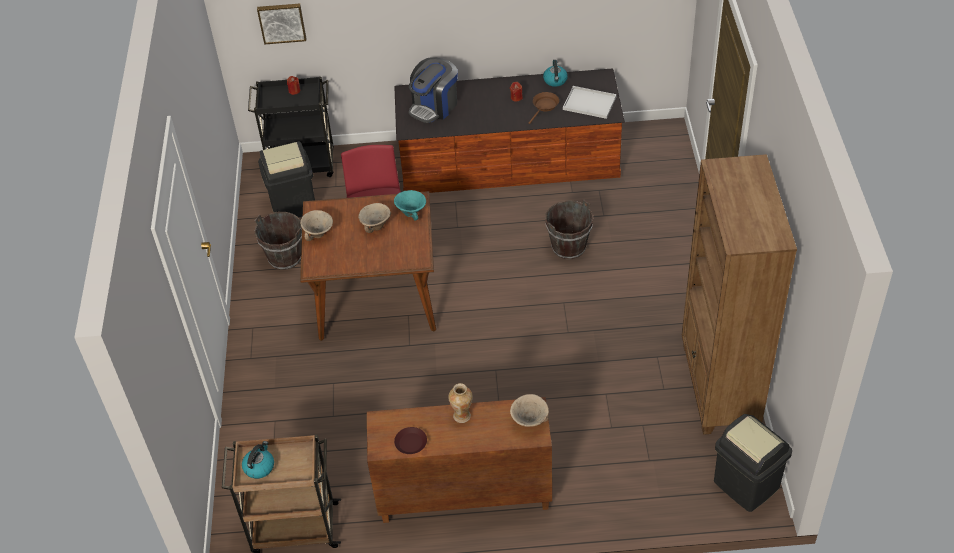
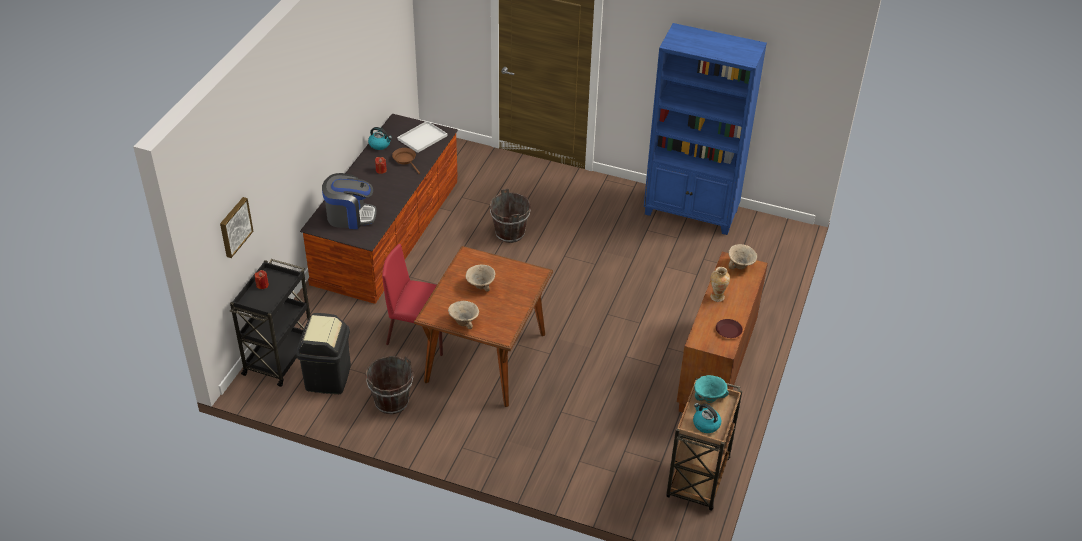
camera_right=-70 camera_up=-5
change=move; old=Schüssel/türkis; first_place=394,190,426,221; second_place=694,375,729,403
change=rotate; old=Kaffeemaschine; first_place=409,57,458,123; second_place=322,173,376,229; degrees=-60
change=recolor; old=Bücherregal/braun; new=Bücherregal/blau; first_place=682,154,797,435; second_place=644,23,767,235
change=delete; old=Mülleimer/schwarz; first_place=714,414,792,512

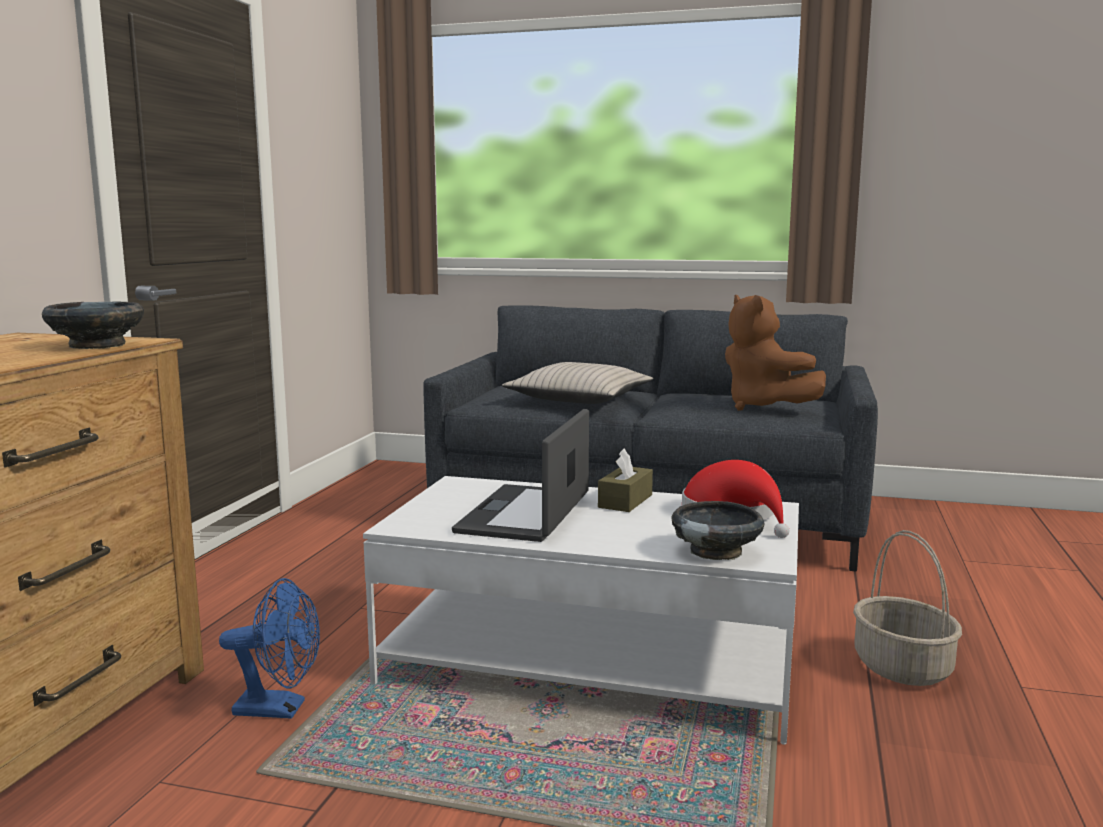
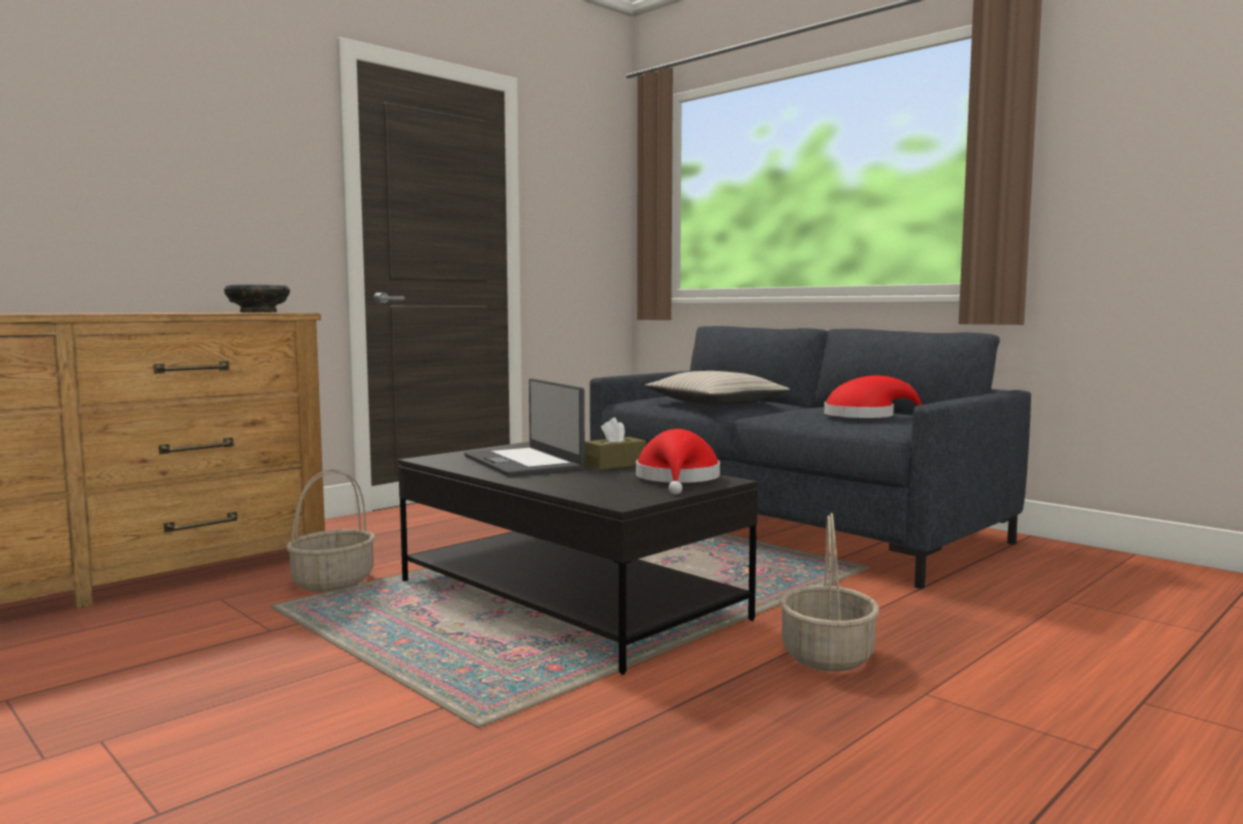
camera_right=30 camera_up=-5
change=replace; old=Ventilator/blau; new=Korb; first_place=219,578,320,719; second_place=286,469,375,592
change=recolor; old=Couchtisch/weiß; new=Couchtisch/schwarz; first_place=363,476,799,745; second_place=398,442,758,675
change=rotate; old=Laptop; first_place=452,409,589,542; second_place=464,378,585,477; degrees=-75
change=delete; old=Schüssel/schwarz; first_place=672,501,764,560
change=replace; old=Plüschtier/braun; new=Hut/rot; first_place=725,295,826,411; second_place=824,375,922,418

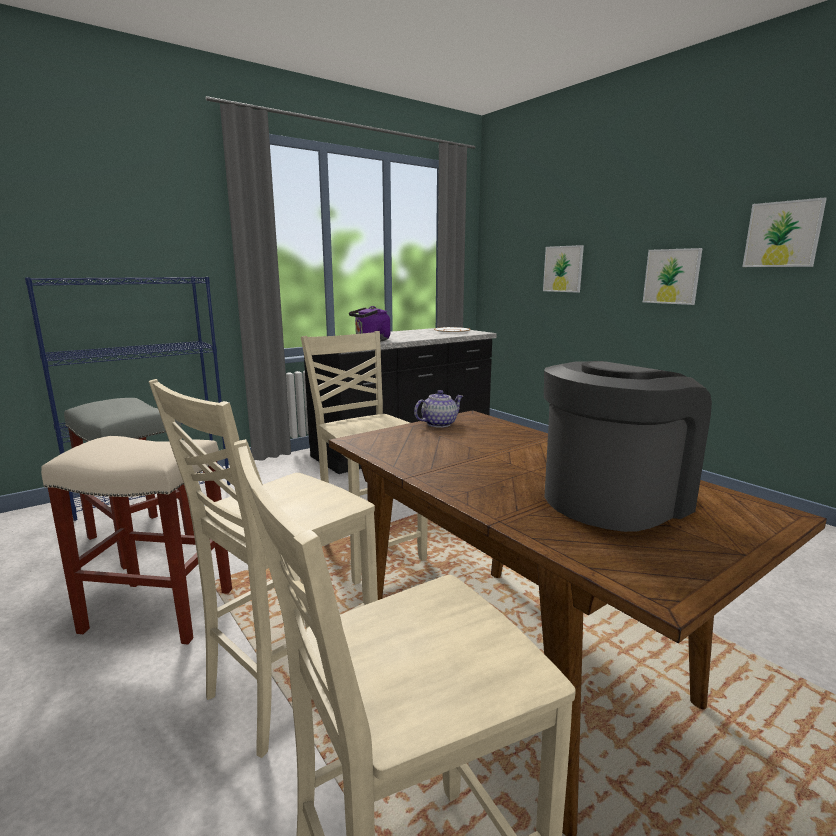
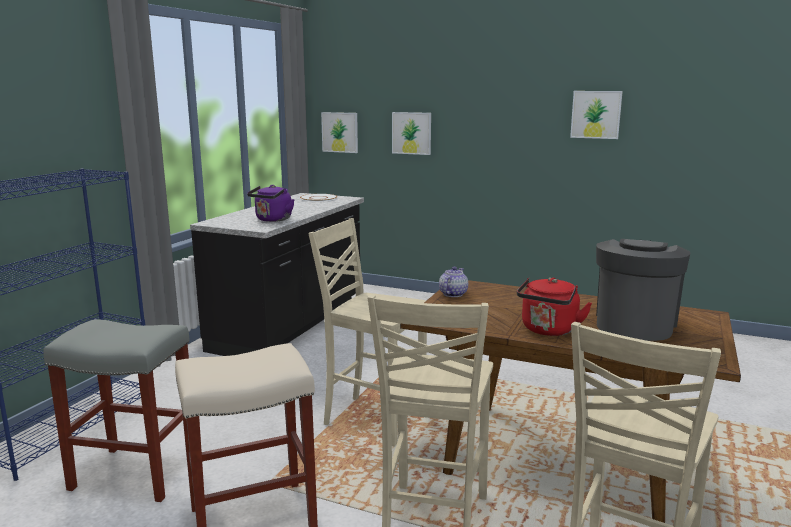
camera_right=-30 camera_up=0
change=move; old=Bild; first_place=643,248,702,305; second_place=321,112,358,153
change=insert; new=Wasserkessel/rot; second_place=517,277,592,336

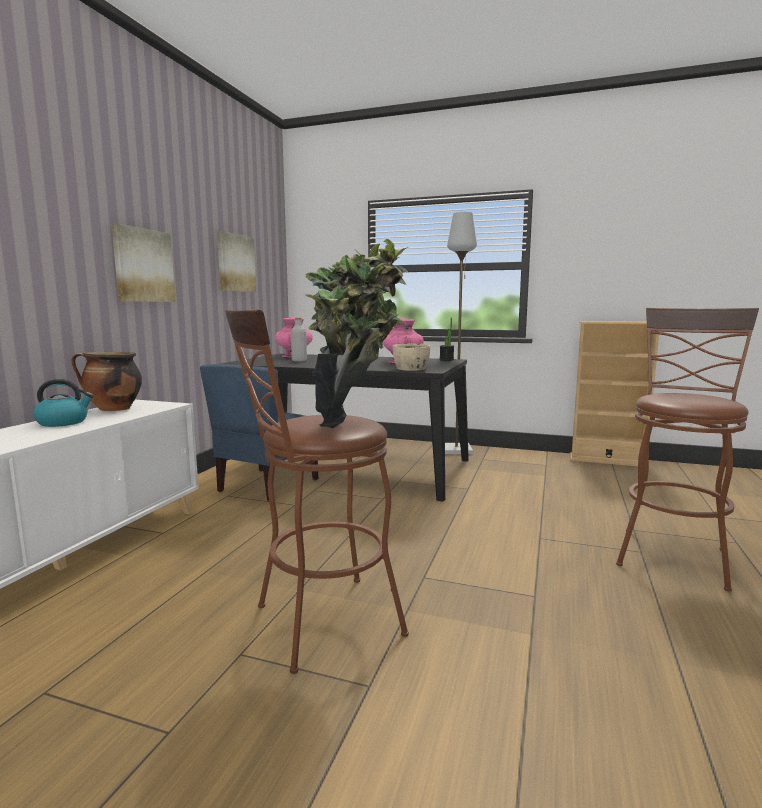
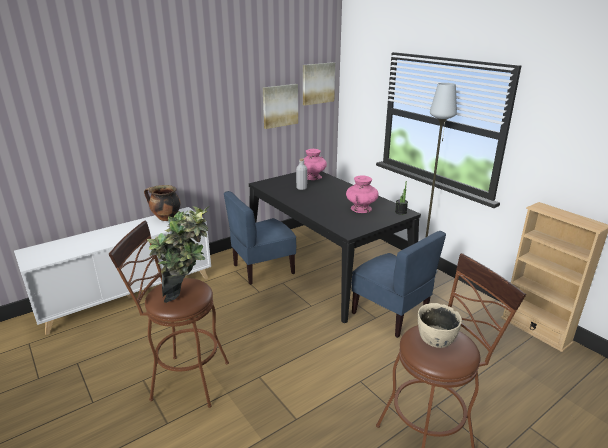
camera_right=35 camera_up=15
change=delete; old=Wasserkessel; first_place=33,379,94,427
change=move; old=Bild; first_place=111,223,175,302; second_place=303,62,335,106
change=move; old=Schüssel/beige; first_place=392,343,431,371; second_place=418,303,462,348
change=insert; new=Stuhl/blau; second_place=352,231,446,338

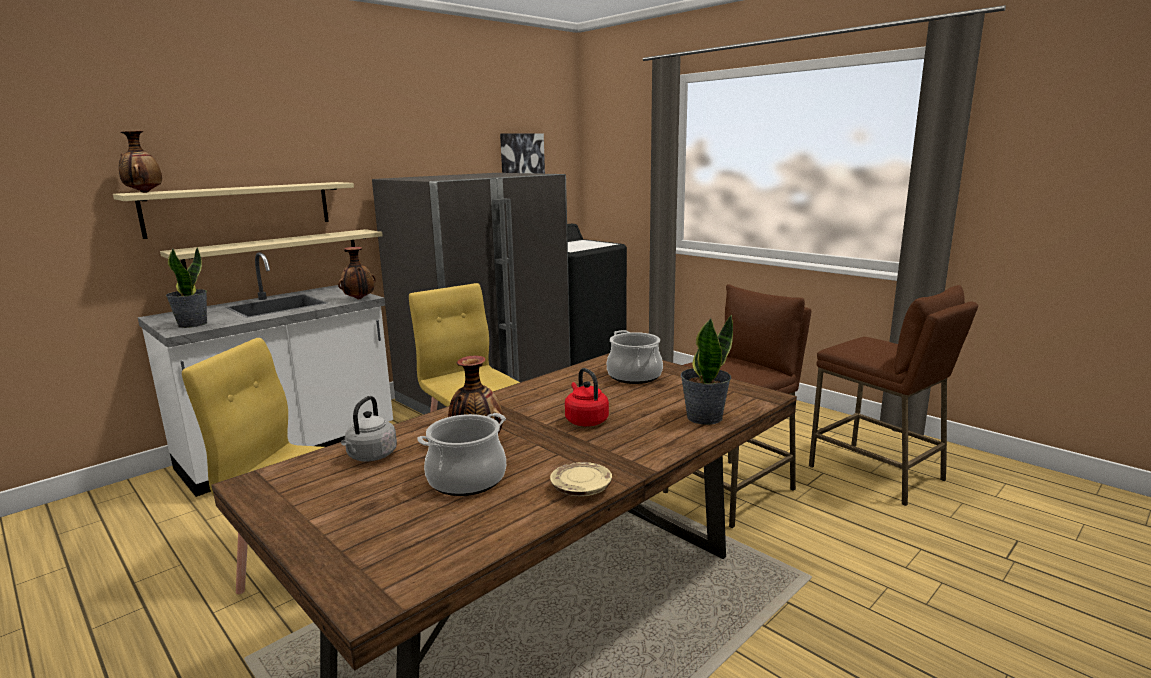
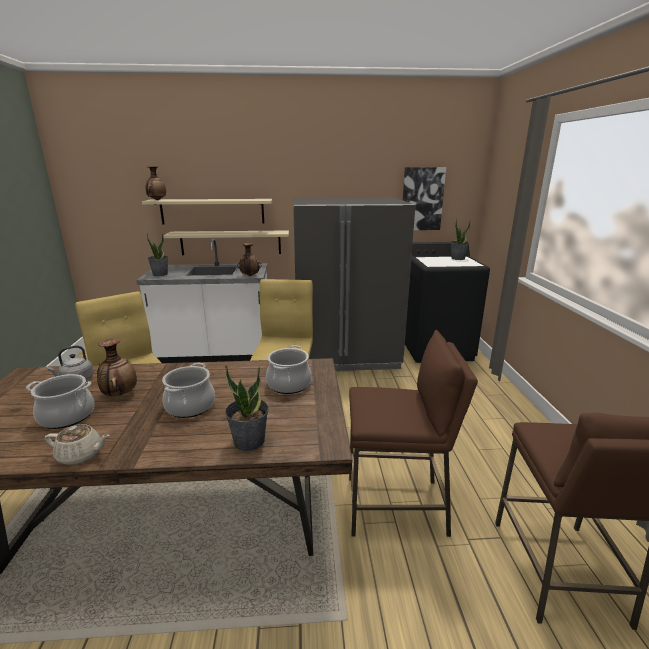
camera_right=40 camera_up=5
change=replace; old=Teller/beige; new=Teekanne/beige; first_place=550,462,612,496; second_place=45,424,110,465
change=replace; old=Wasserkessel/rot; new=Kochtopf; first_place=565,368,609,426; second_place=162,363,215,418
change=insert; new=Topfpflanze; second_place=451,219,471,260

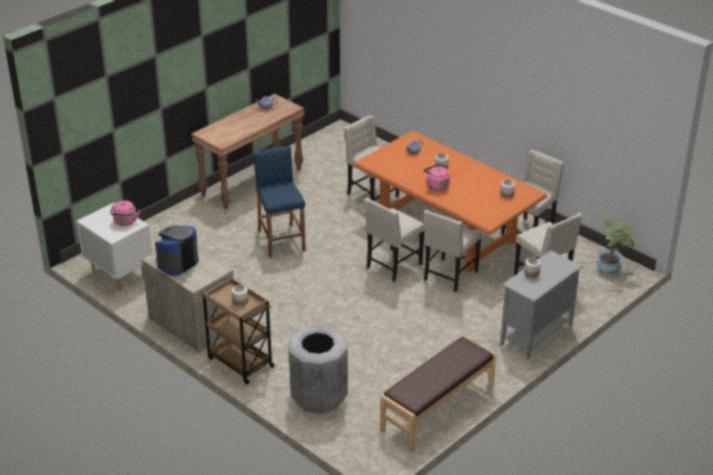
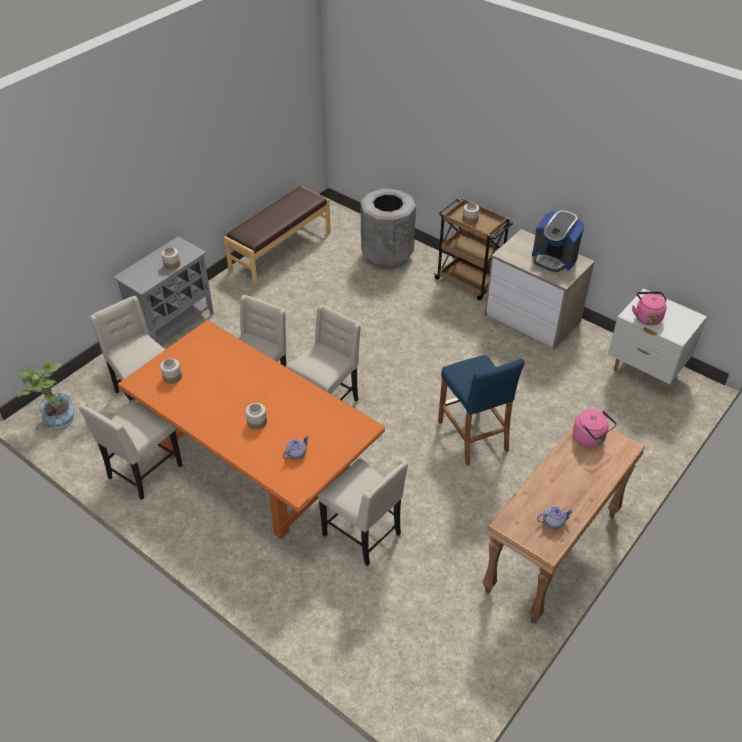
camera_right=175 camera_up=10
change=rotate; old=Kaffeemaschine; first_place=155,225,199,276; second_place=532,211,584,272; degrees=90
change=move; old=Wasserkessel/rosa; first_place=424,164,450,191; second_place=573,409,617,447

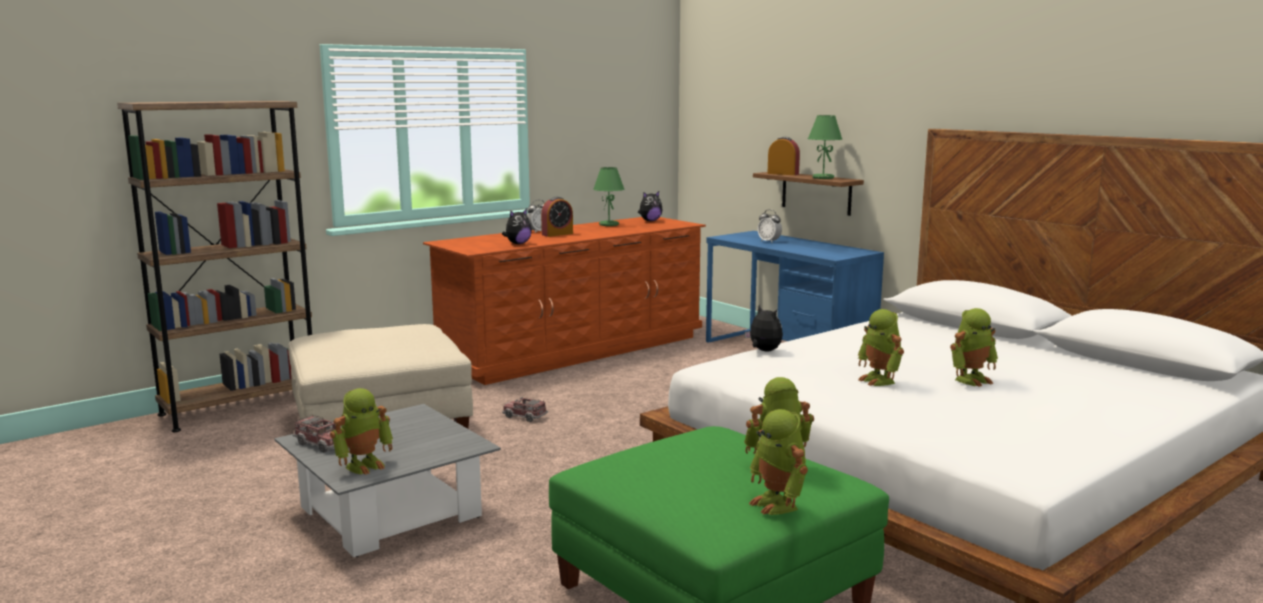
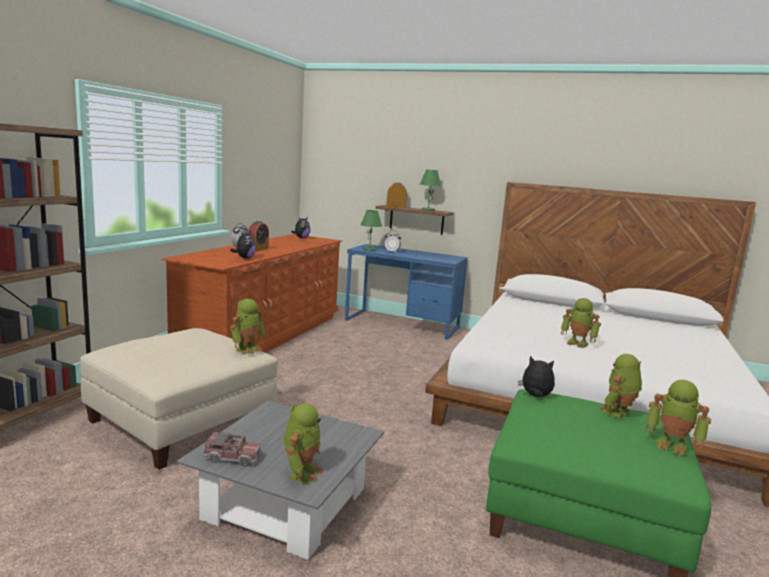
camera_right=-30 camera_up=0
change=delete; old=Spielzeuglaster; first_place=502,397,548,422
change=move; old=Tischlampe/grün; first_place=593,167,625,226; second_place=361,210,382,251
change=move; old=Plüschtier; first_place=745,305,783,352; second_place=518,356,555,397
change=move; old=Spielzeugroboter; first_place=950,308,998,387; second_place=230,299,265,354

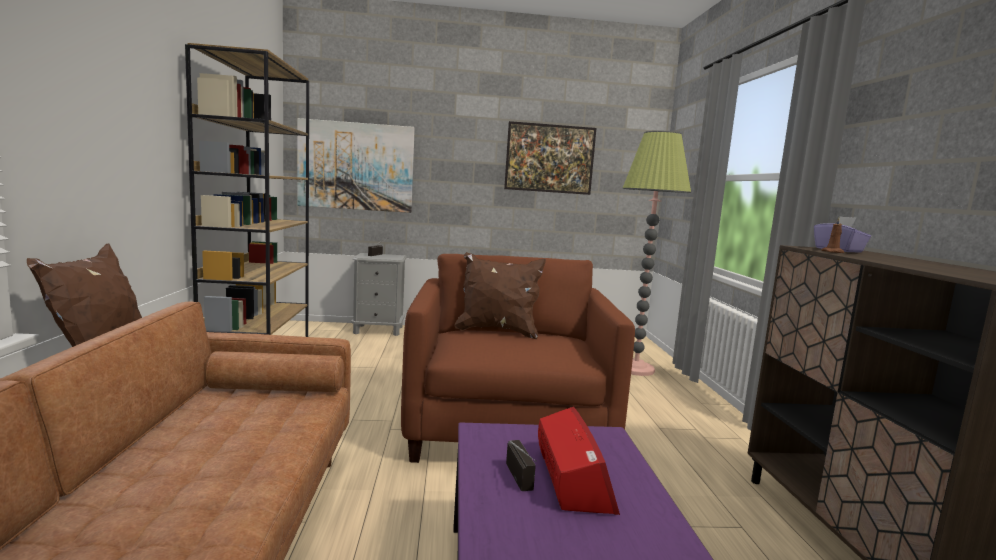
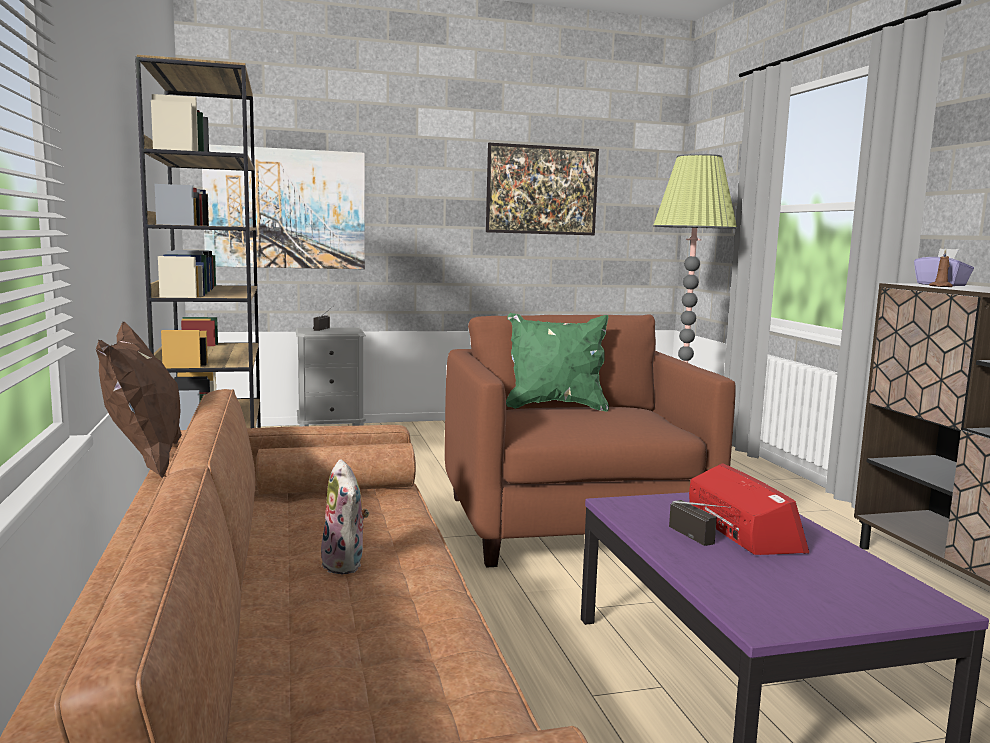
camera_right=-10 camera_up=0
change=recolor; old=Kissen/braun; new=Kissen/grün; first_place=455,252,546,339; second_place=506,313,609,411
change=insert; new=Plüschtier; second_place=321,459,369,574

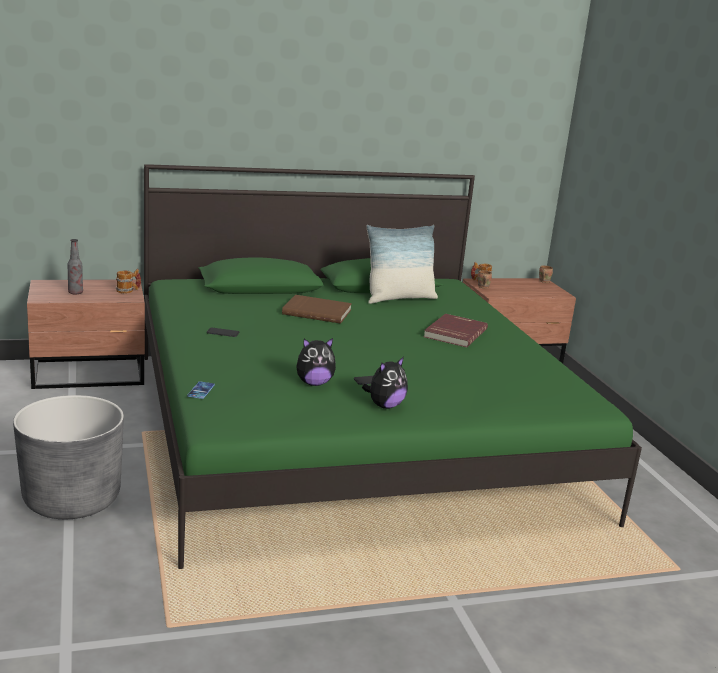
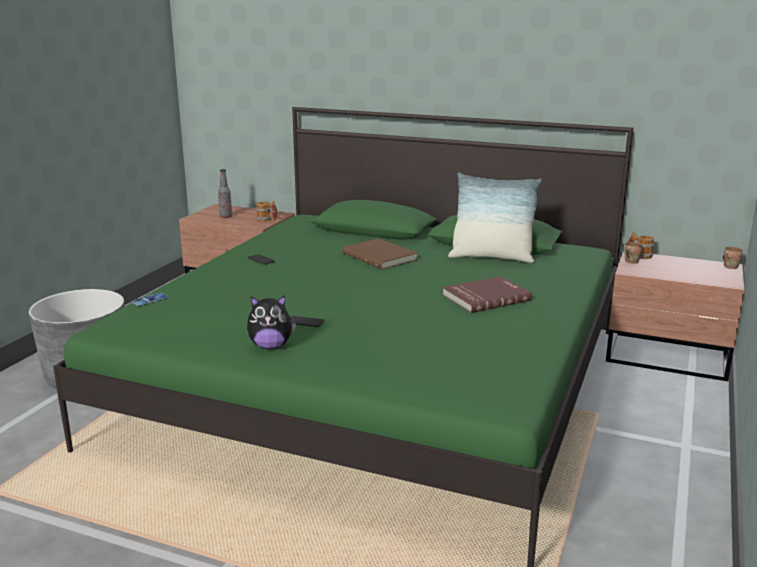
camera_right=40 camera_up=0
change=delete; old=Plüschtier; first_place=297,338,336,386

